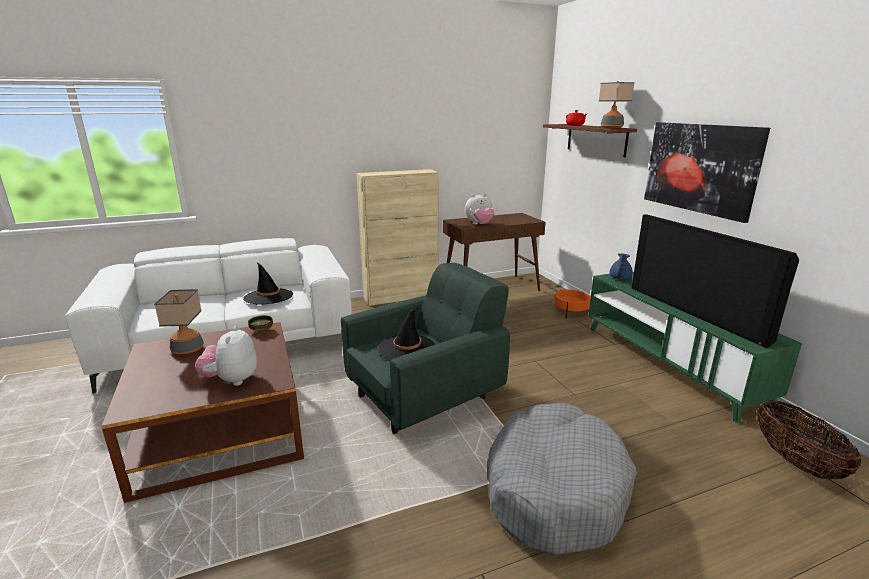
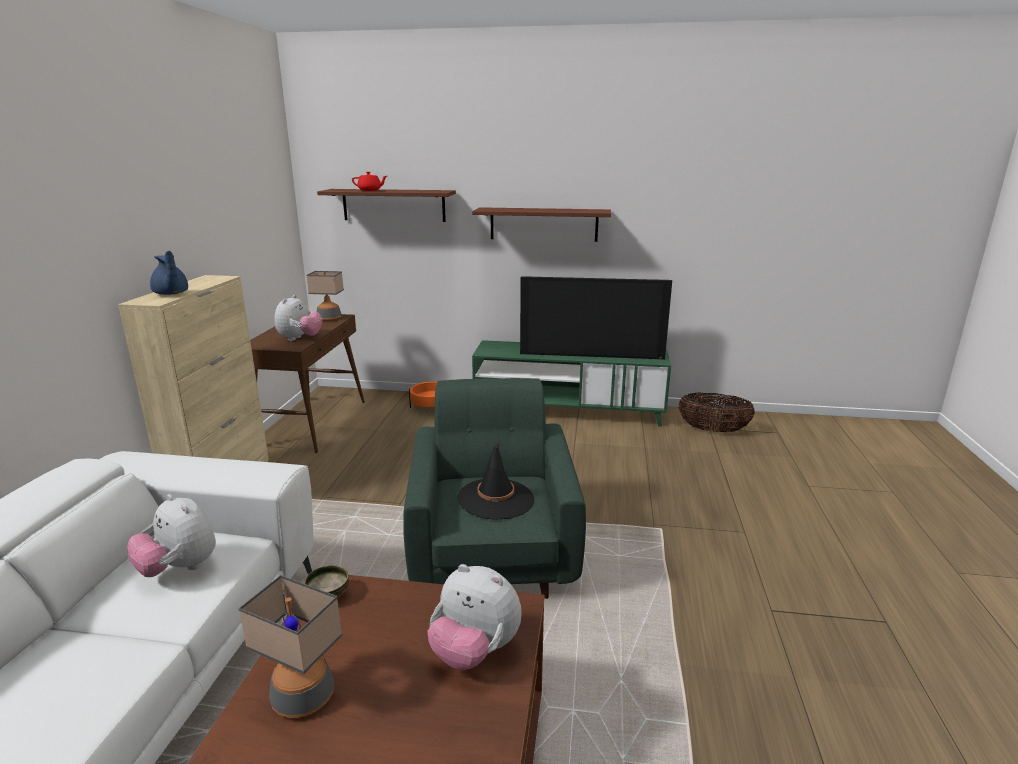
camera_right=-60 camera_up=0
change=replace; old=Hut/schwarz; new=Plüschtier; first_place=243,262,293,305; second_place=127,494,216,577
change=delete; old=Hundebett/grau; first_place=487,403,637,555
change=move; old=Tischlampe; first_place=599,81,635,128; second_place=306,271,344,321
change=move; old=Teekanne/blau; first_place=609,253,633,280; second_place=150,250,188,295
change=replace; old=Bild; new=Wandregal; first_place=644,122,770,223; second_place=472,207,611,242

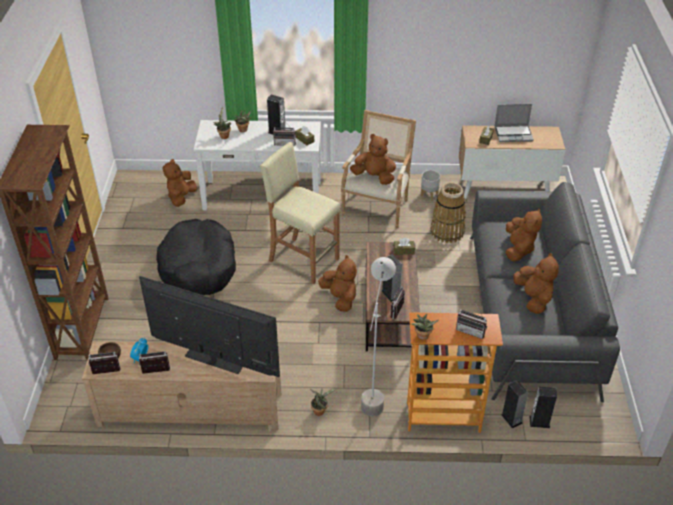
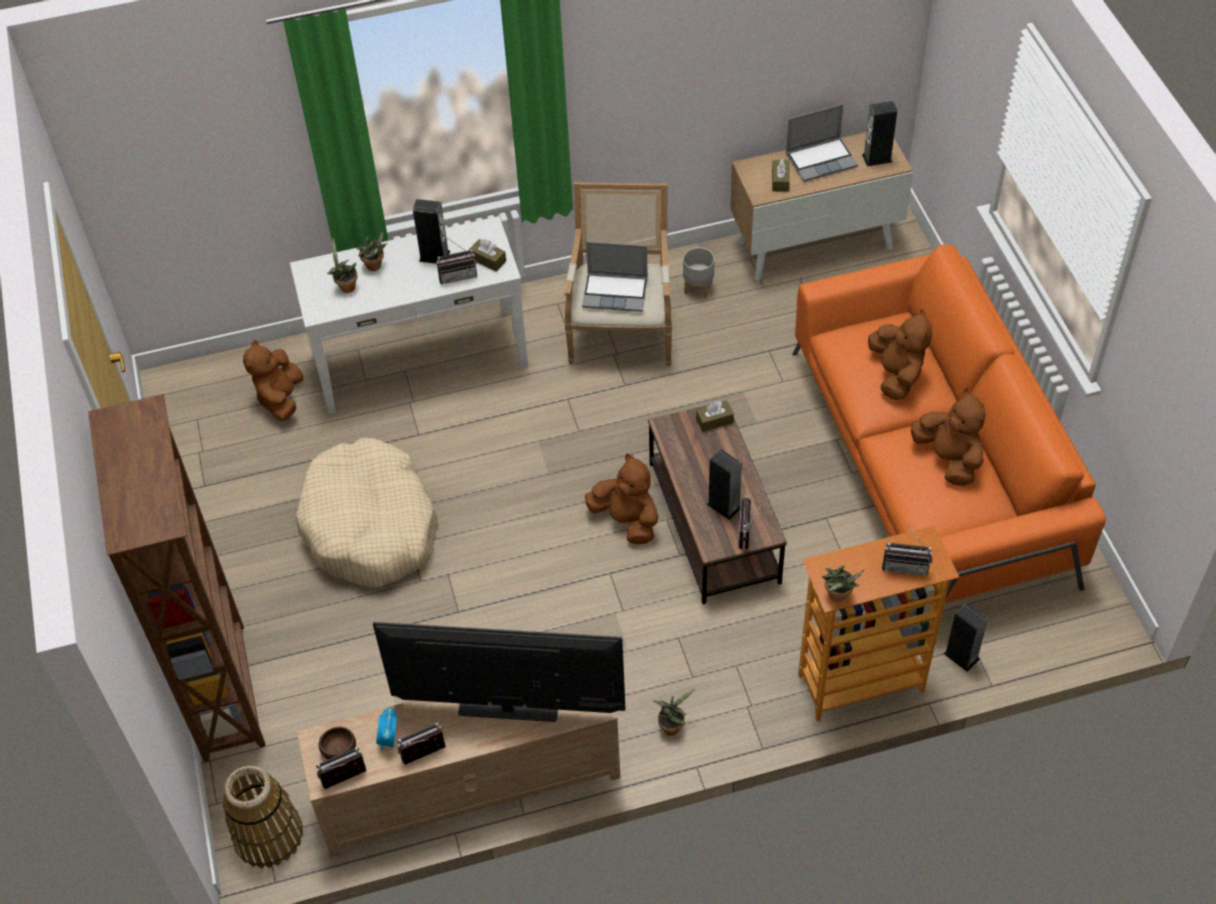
camera_right=-15 camera_up=10
change=recolor; old=Hundebett/schwarz; new=Hundebett/beige; first_place=156,219,236,295; second_place=296,437,438,587
change=delete; old=Hocker/beige; first_place=260,142,340,284
change=replace; old=Plüschtier/braun; new=Laptop; first_place=350,134,396,185; second_place=582,241,648,312
change=delete; old=Stehlampe/grau; first_place=361,257,396,416
change=move; old=Korb; first_place=430,183,466,243; second_place=223,766,303,868
change=recolor; old=Sofa/grau; new=Sofa/orange; first_place=470,182,620,402; second_place=792,244,1106,628
change=move; old=Lautsprecher; first_place=529,387,557,428; second_place=862,101,897,167

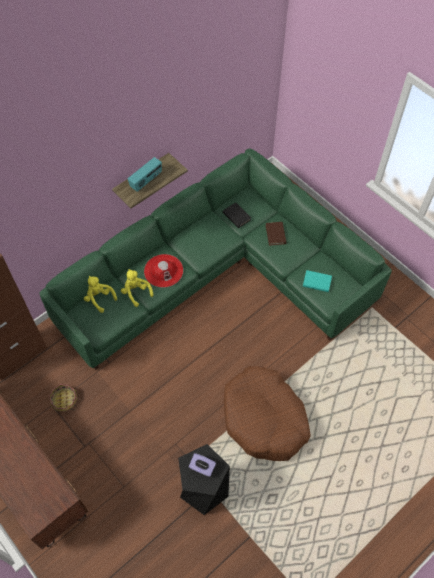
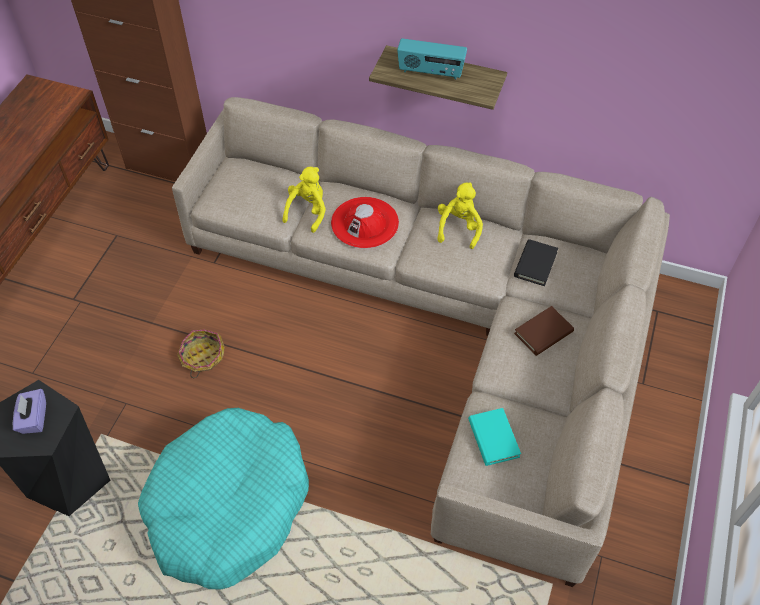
camera_right=60 camera_up=-5
change=recolor; old=Sofa/grün; new=Sofa/beige; first_place=39,148,392,370; second_place=172,97,670,587
change=move; old=Korb; first_place=49,384,77,411; second_place=177,329,225,378
change=move; old=Plüschtier/gelb; first_place=84,276,117,313; second_place=438,182,483,249
change=recolor; old=Hundebett/braun; new=Hundebett/türkis; first_place=224,366,310,461; second_place=138,408,309,589

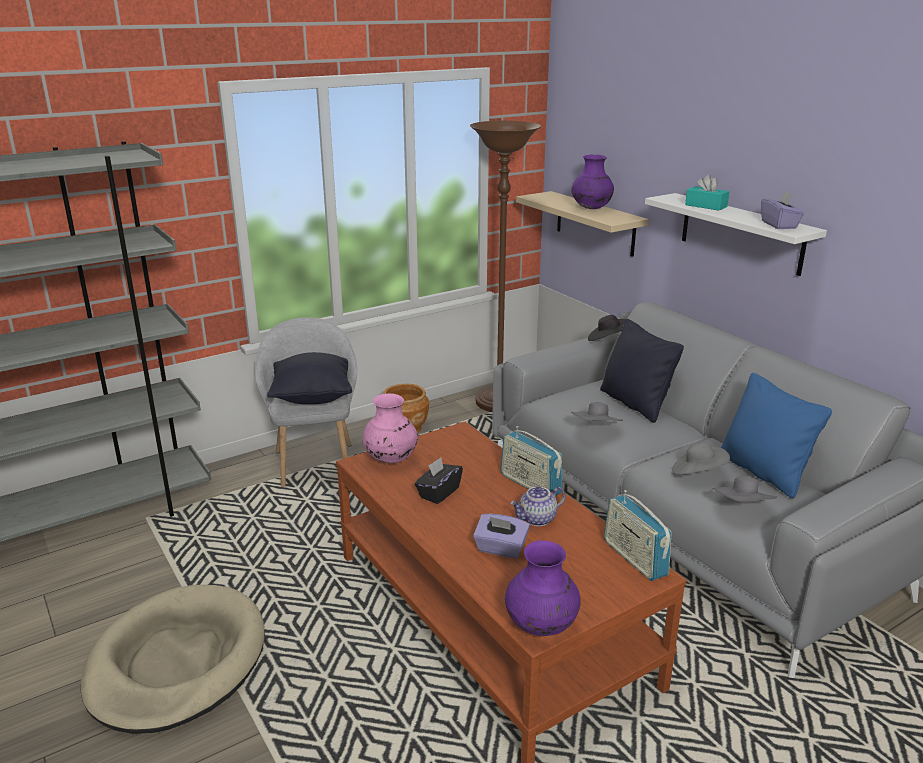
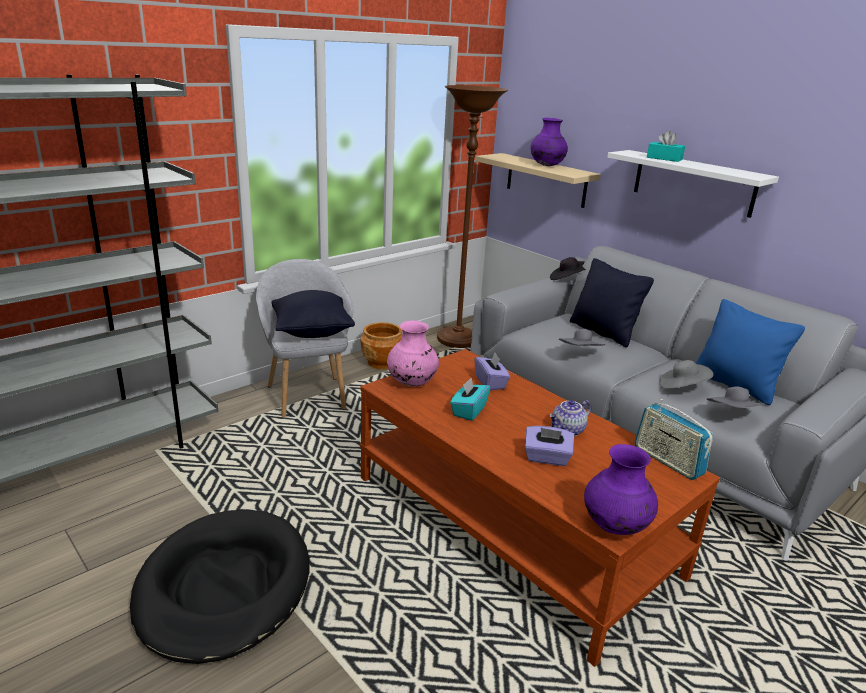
camera_right=-10 camera_up=0
change=recolor; old=Hundebett/beige; new=Hundebett/schwarz; first_place=80,585,265,734; second_place=130,510,310,664
change=recolor; old=Taschentuchbox/schwarz; new=Taschentuchbox/türkis; first_place=415,457,463,504; second_place=450,377,490,421
change=delete; old=Radio; first_place=501,426,562,496
change=move; old=Taschentuchbox/lila; first_place=761,191,804,229; second_place=474,353,510,390

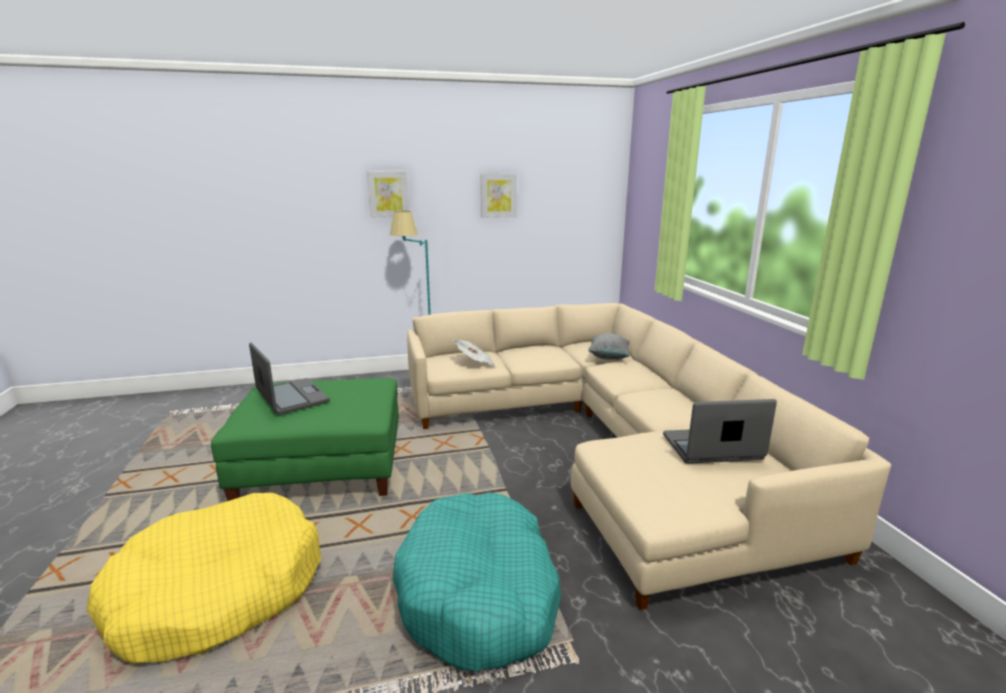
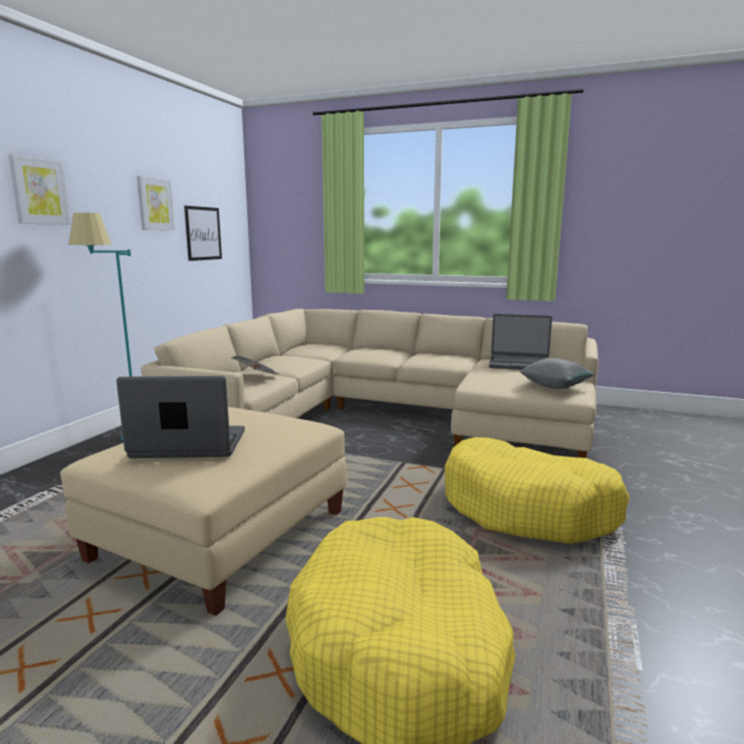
camera_right=-55 camera_up=-5
change=recolor; old=Polsterhocker/grün; new=Polsterhocker/beige; first_place=211,378,399,501; second_place=60,407,347,616
change=recolor; old=Hundebett/türkis; new=Hundebett/gelb; first_place=393,492,562,671; second_place=445,437,630,544
change=move; old=Kissen/grau; first_place=588,333,630,360; second_place=519,358,594,389
change=rotate; old=Laptop; first_place=663,399,777,464; second_place=489,314,552,370; degrees=-105
change=insert; new=Bild; second_place=184,206,222,261

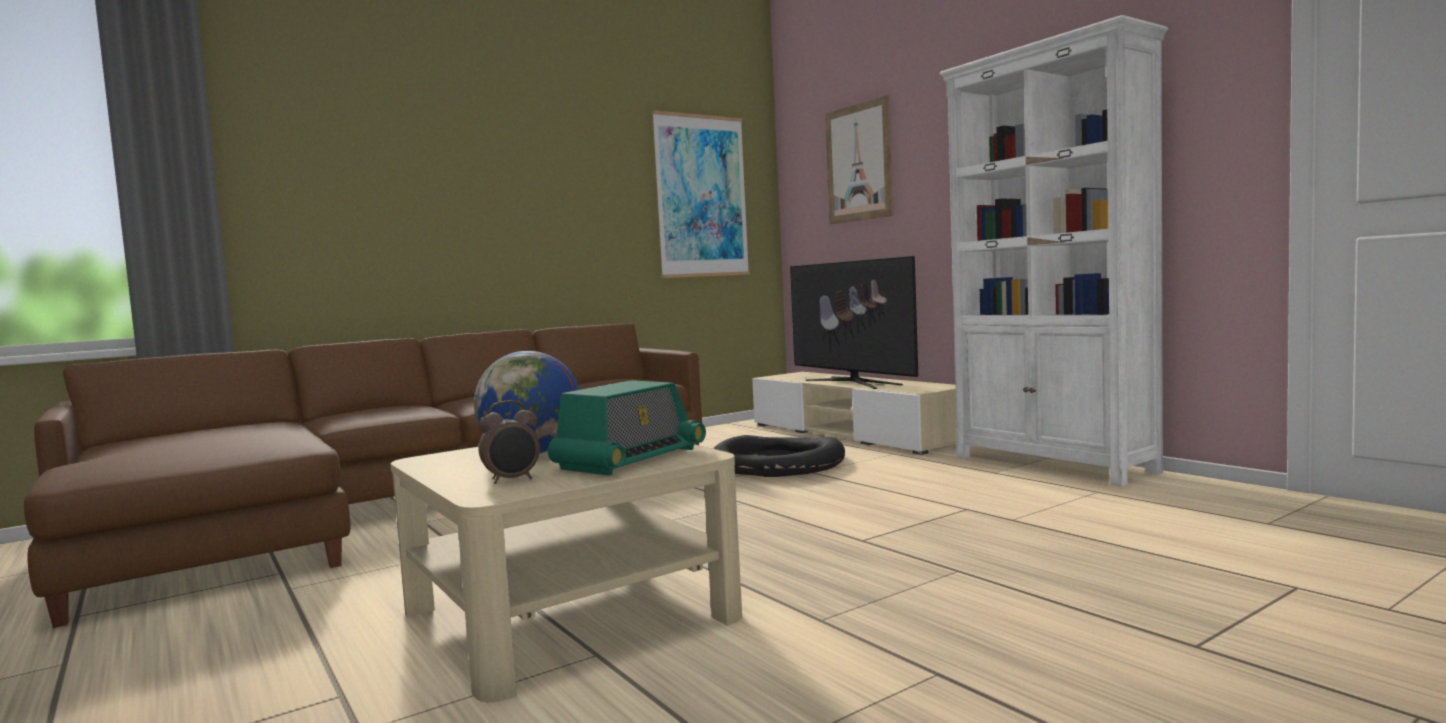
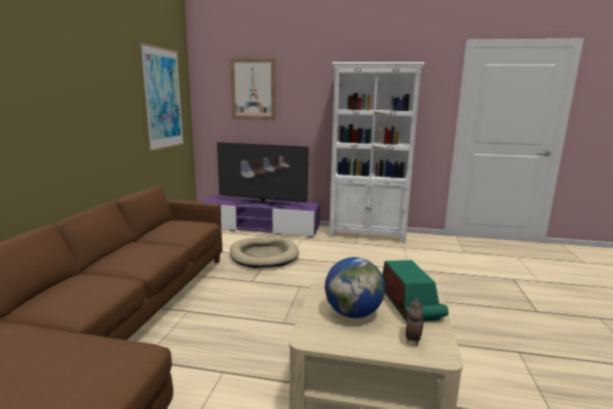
camera_right=-45 camera_up=10
change=recolor; old=Hundebett/schwarz; new=Hundebett/beige; first_place=713,435,845,477; second_place=230,237,299,268
change=recolor; old=Fernsehschrank/beige; new=Fernsehschrank/lila; first_place=752,372,957,455; second_place=200,195,320,238

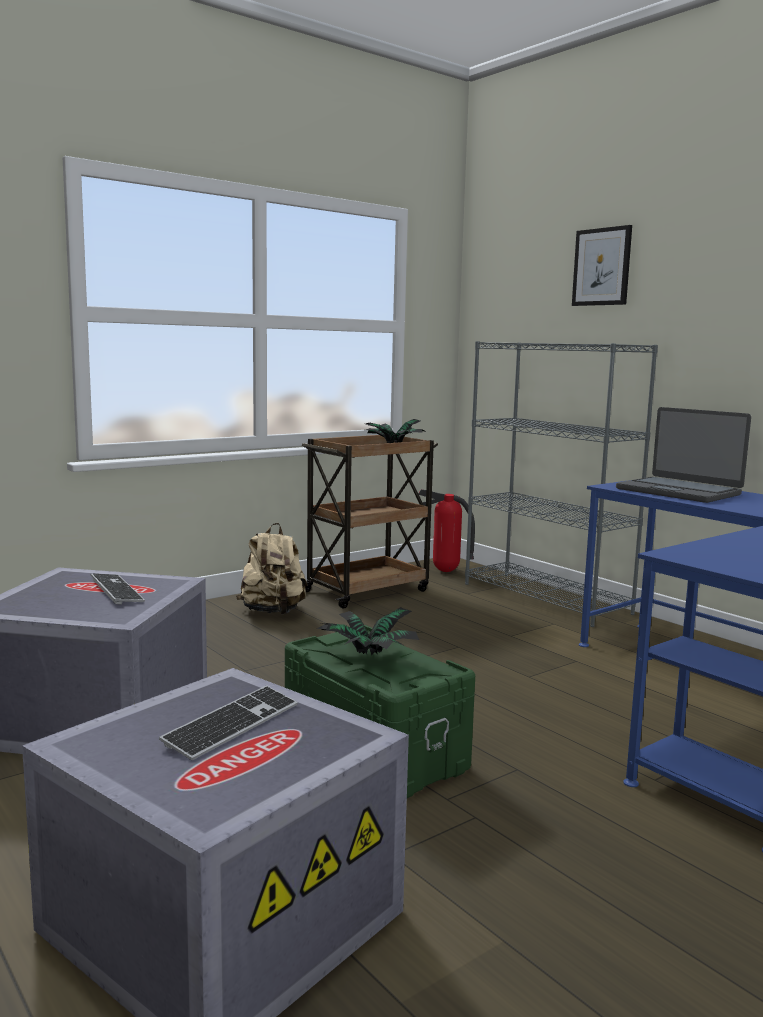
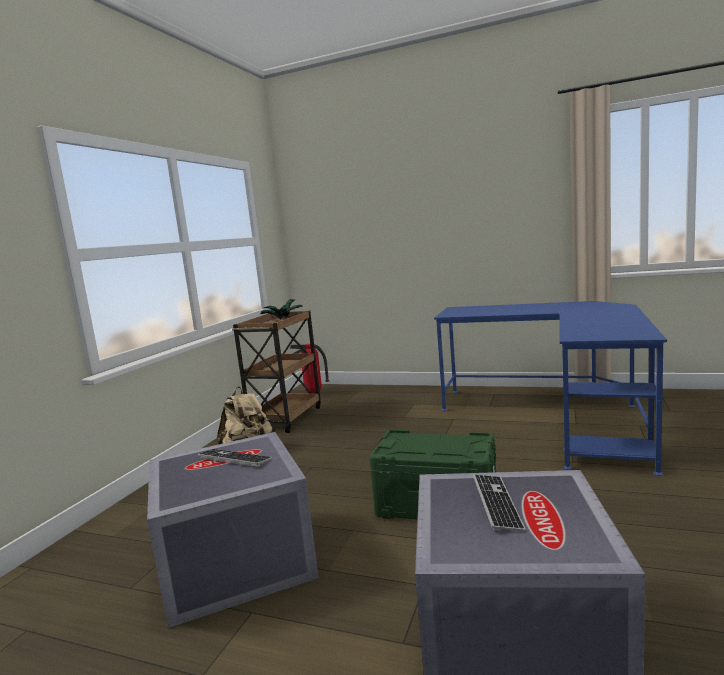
camera_right=-30 camera_up=0
change=delete; old=Topfpflanze; first_place=316,607,421,655
change=delete; old=Bücherregal/grau; first_place=465,341,658,627
change=delete; old=Bild; first_place=572,225,632,306
change=delete; old=Laptop; first_place=616,407,751,503

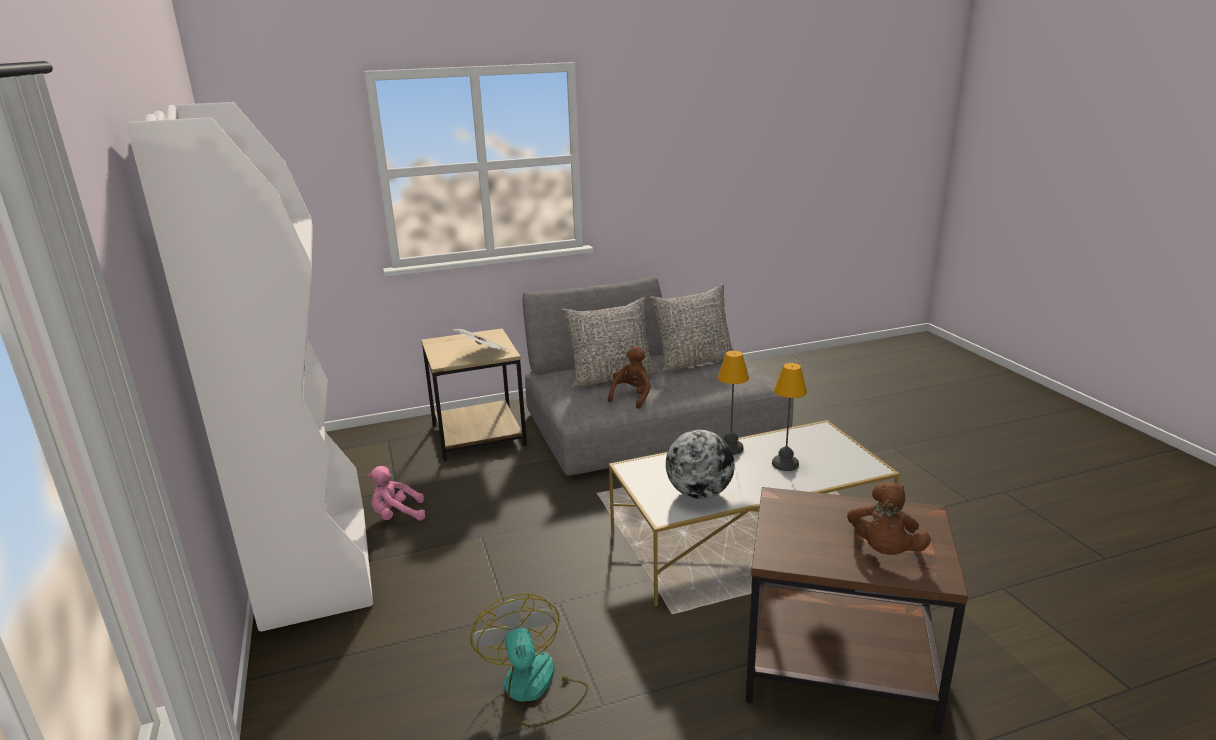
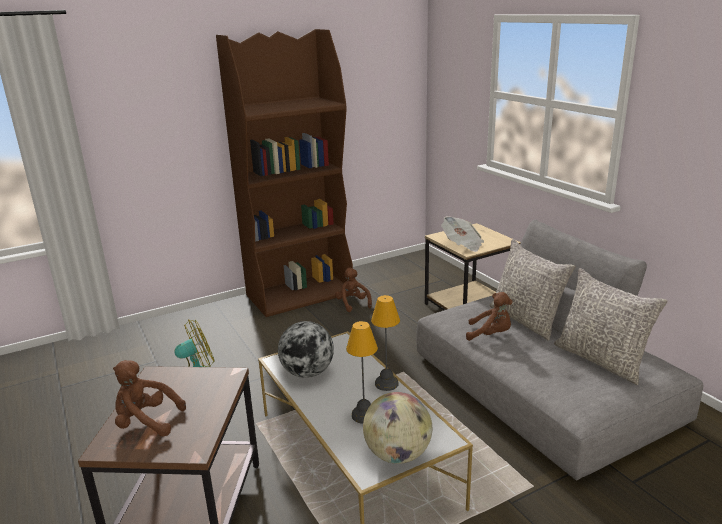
camera_right=80 camera_up=0
change=recolor; old=Bücherregal/weiß; new=Bücherregal/braun; first_place=126,102,373,632; second_place=216,29,353,317
change=recolor; old=Plüschtier/rosa; new=Plüschtier/braun; first_place=367,466,425,521; second_place=335,268,372,312
change=insert; new=Globus; second_place=363,392,432,464

